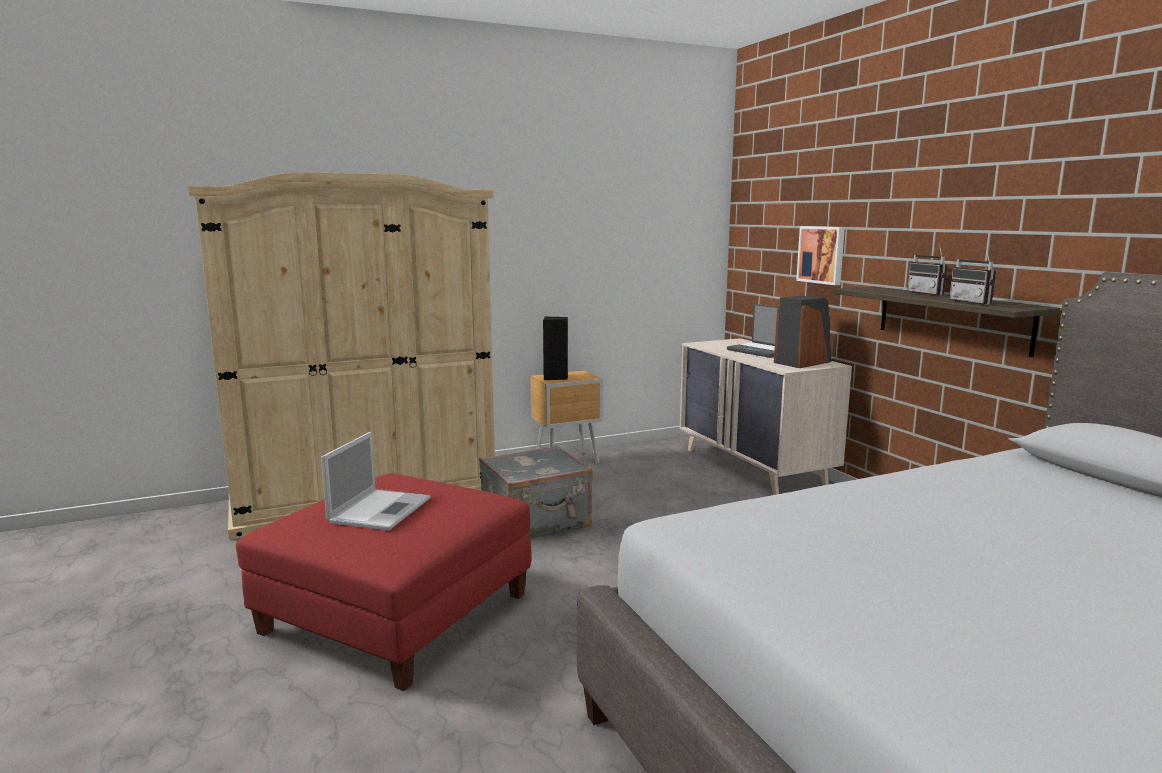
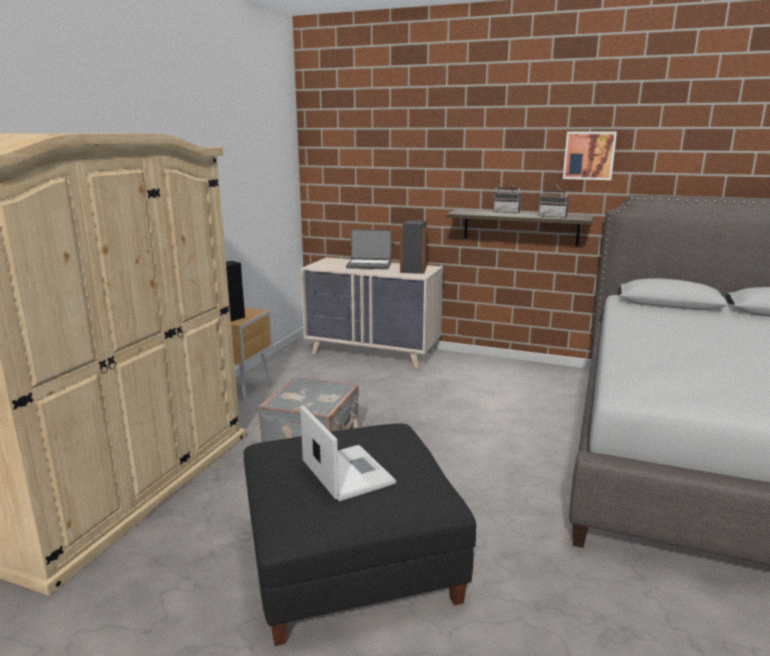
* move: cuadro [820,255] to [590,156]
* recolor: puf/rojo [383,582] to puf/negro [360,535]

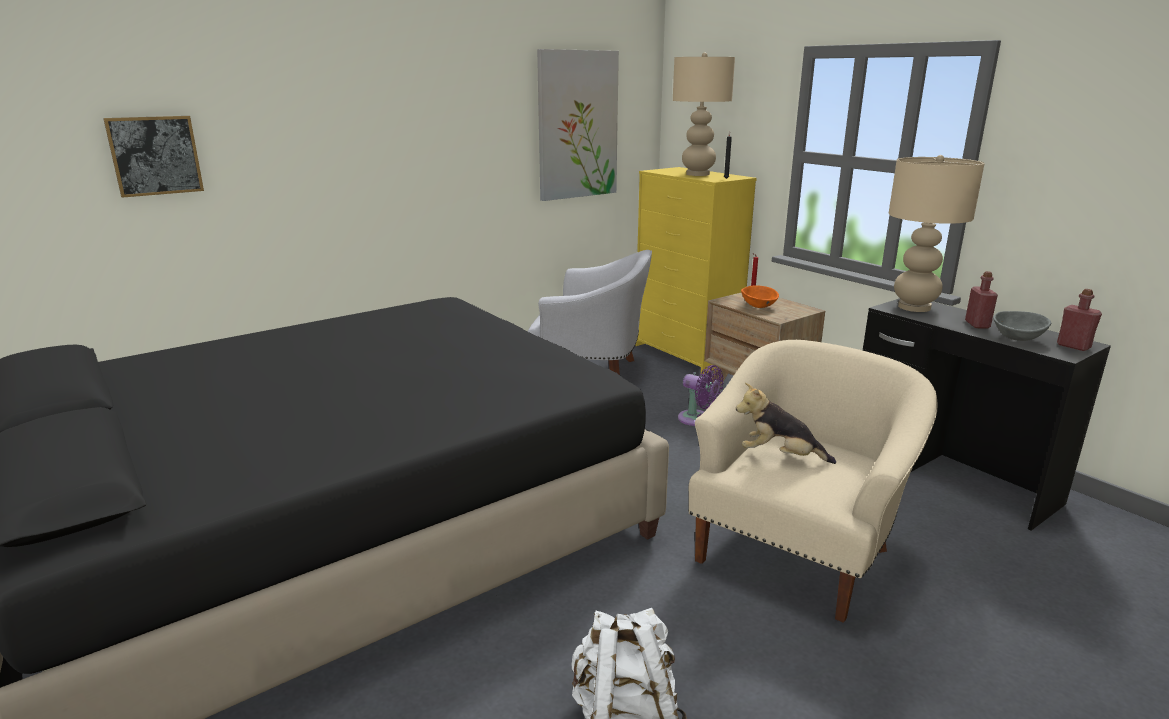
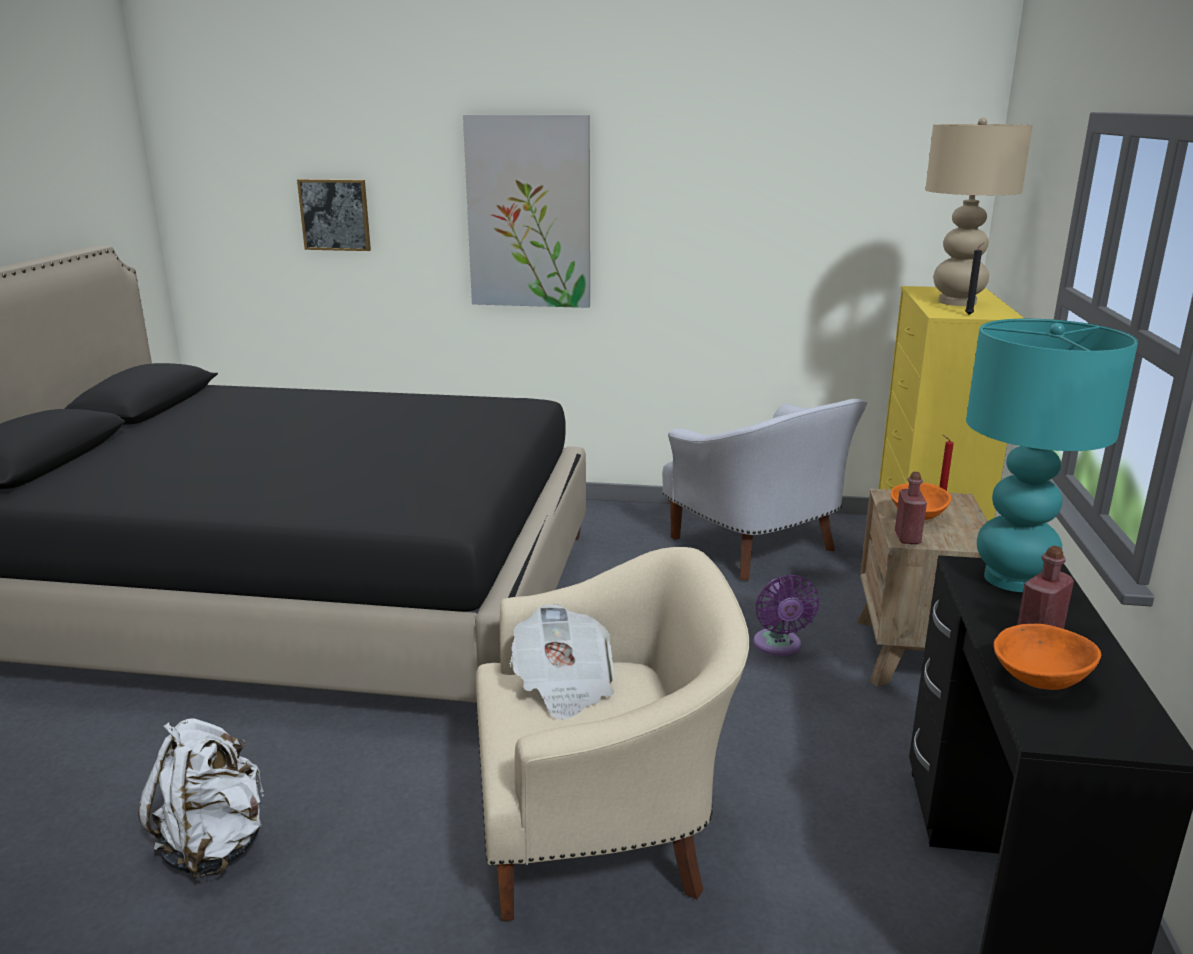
* move: cuadro [578,125] to [526,211]
* move: botella/rojo [1079,320] to [911,508]
* replace: peluche [786,423] to periódico [562,662]
* recolor: lámpara de mesa/beis [936,233] to lámpara de mesa/turquesa [1052,455]
* recolor: cuenco/gris [1022,326] to cuenco/naranja [1047,657]

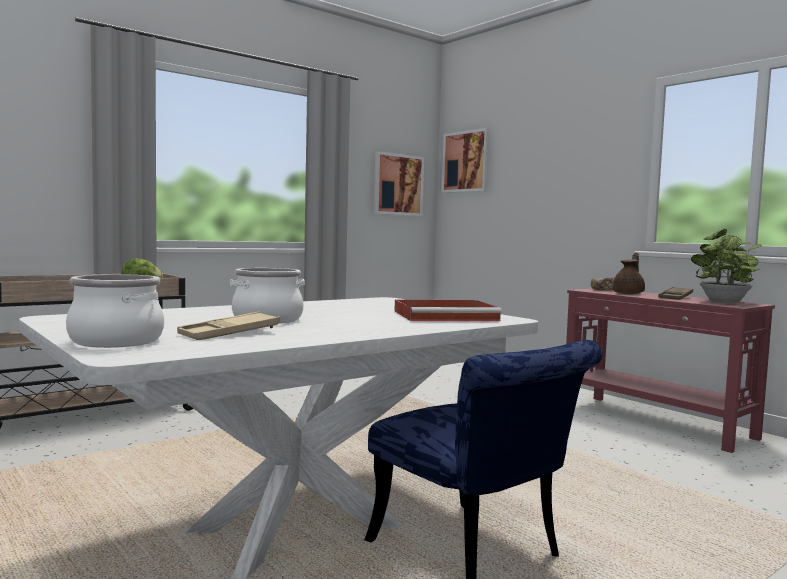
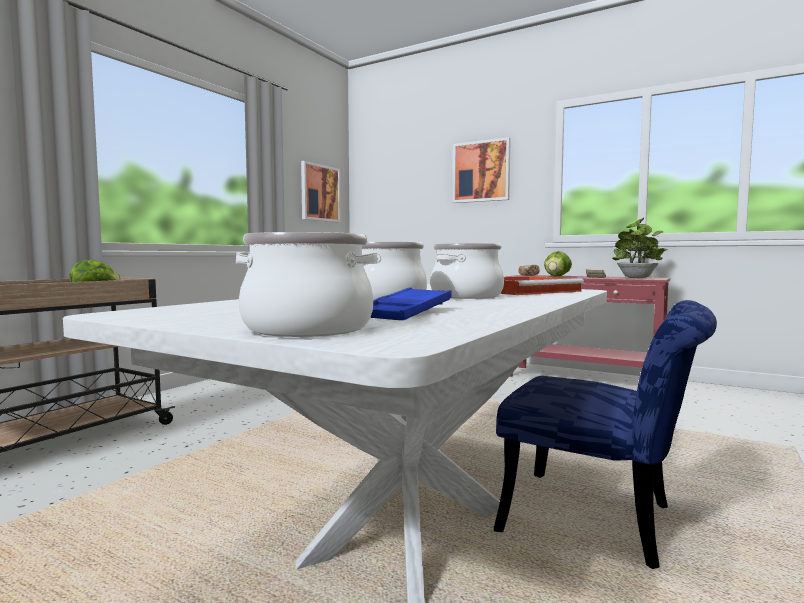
* insert: olla [467,271]
* move: cuadro [466,160] to [482,170]
* replace: tetera/marrón [629,273] to lechuga [558,264]
* recolor: bandeja/beis [228,326] to bandeja/azul [411,303]

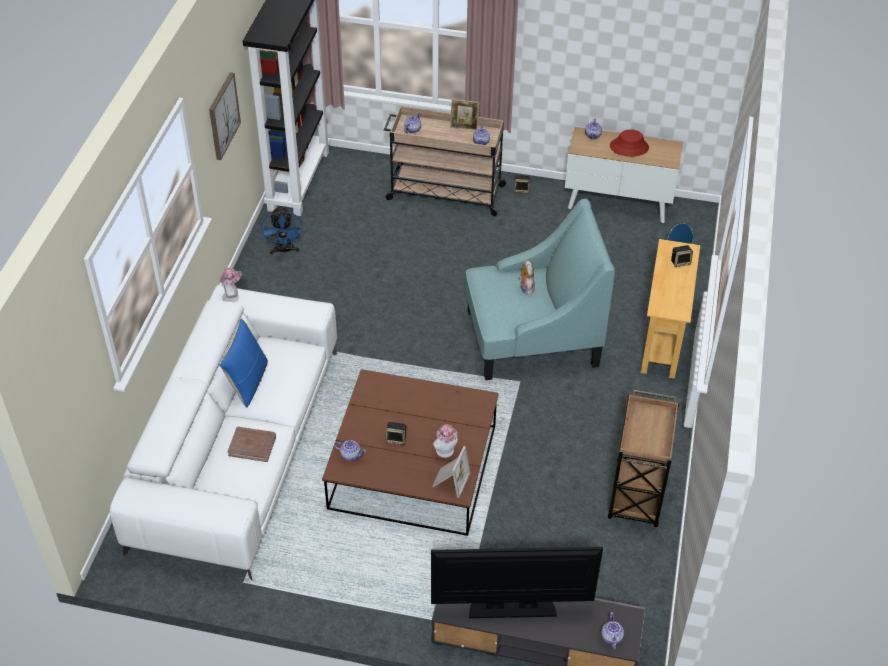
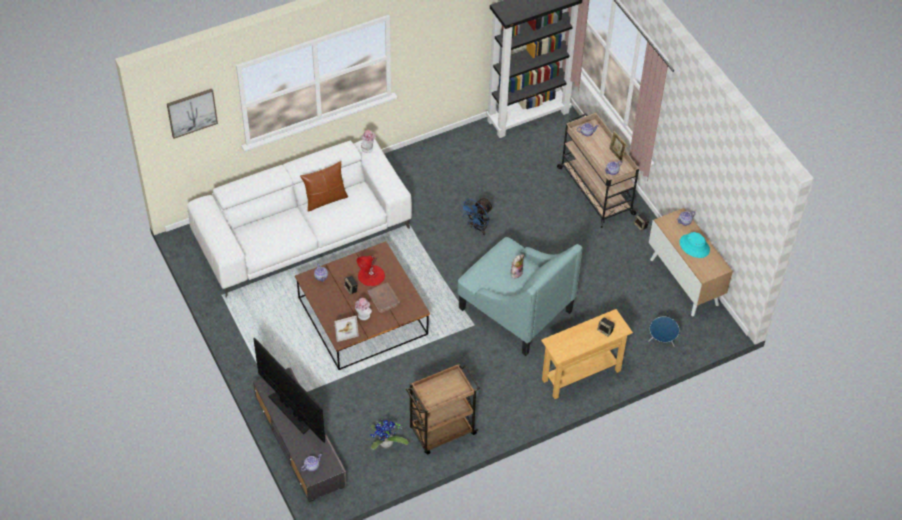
* insert: lámpara de mesa/rojo [370,271]
* insert: planta en maceta [389,434]
* move: cuadro [225,116] to [192,114]
* move: libro/marrón [251,444] to [384,297]
* move: ventilador/azul [282,230] to [477,216]
* recolor: cojín/azul [244,363] to cojín/marrón [324,186]
* recolor: sombrero/rojo [629,143] to sombrero/turquesa [695,245]

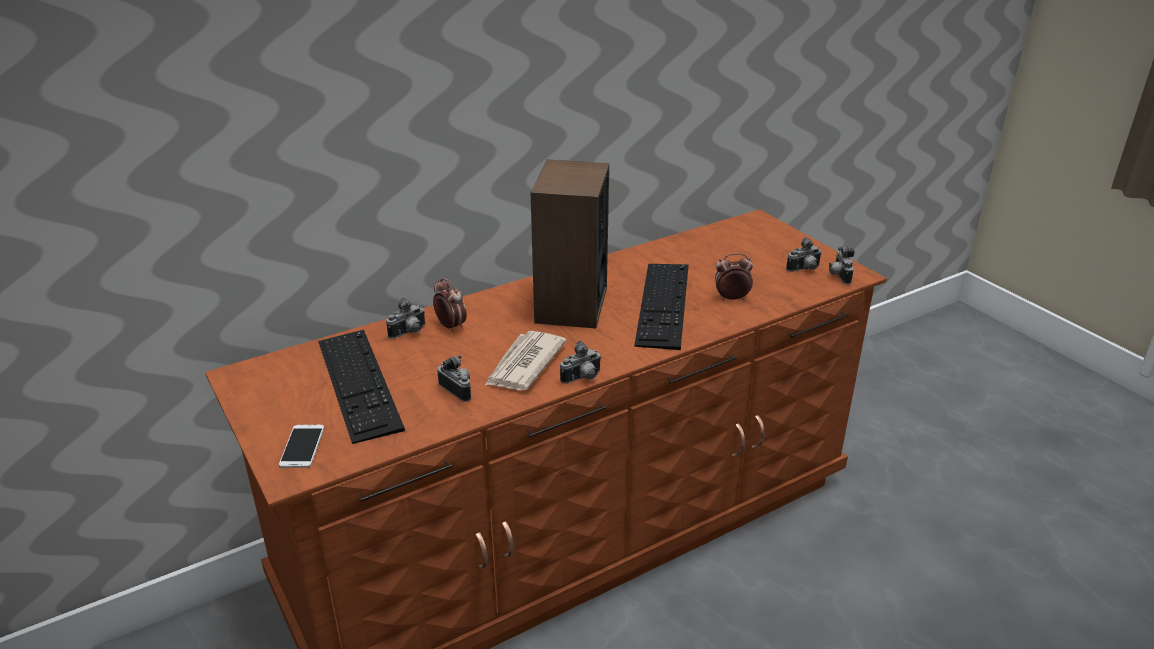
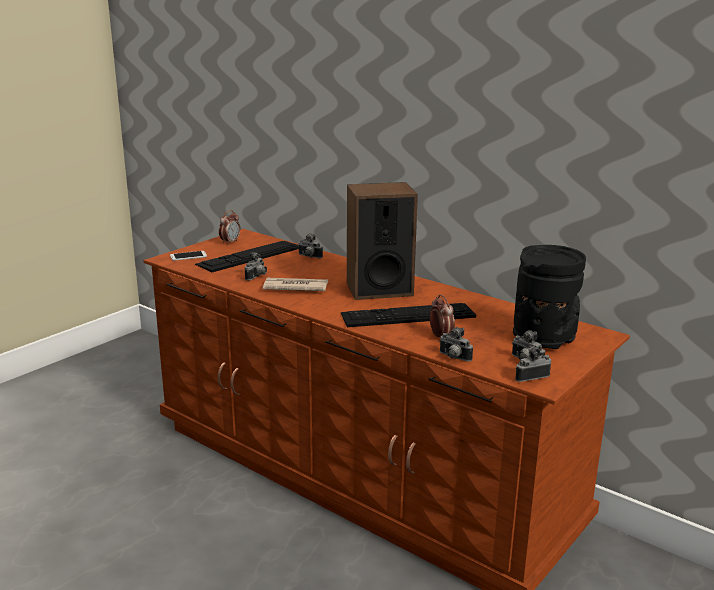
* insert: florero/negro [549,297]
* move: despertador [450,305] to [229,227]
* move: cámara [580,362] to [456,344]

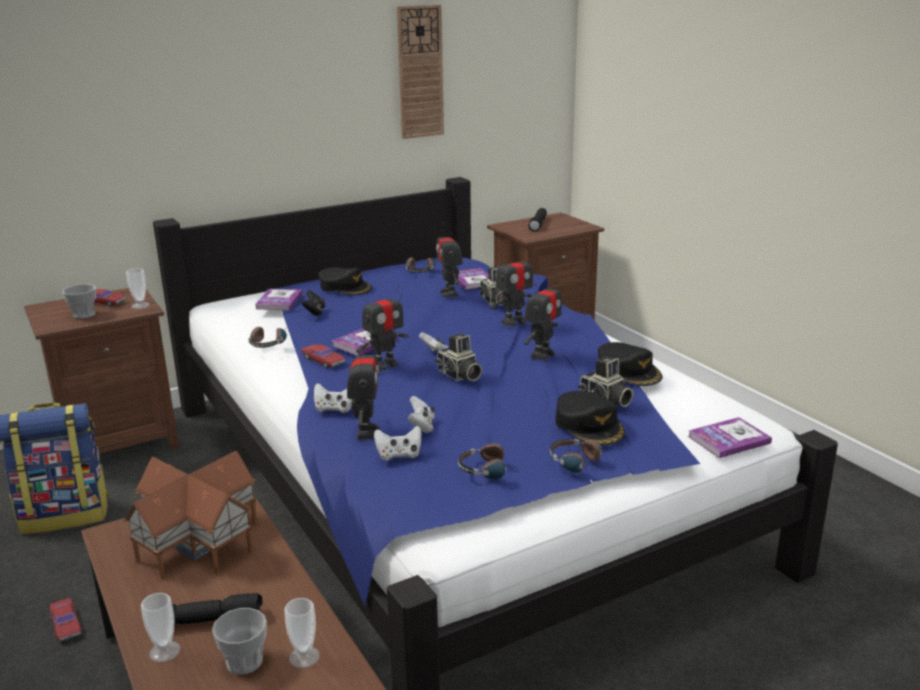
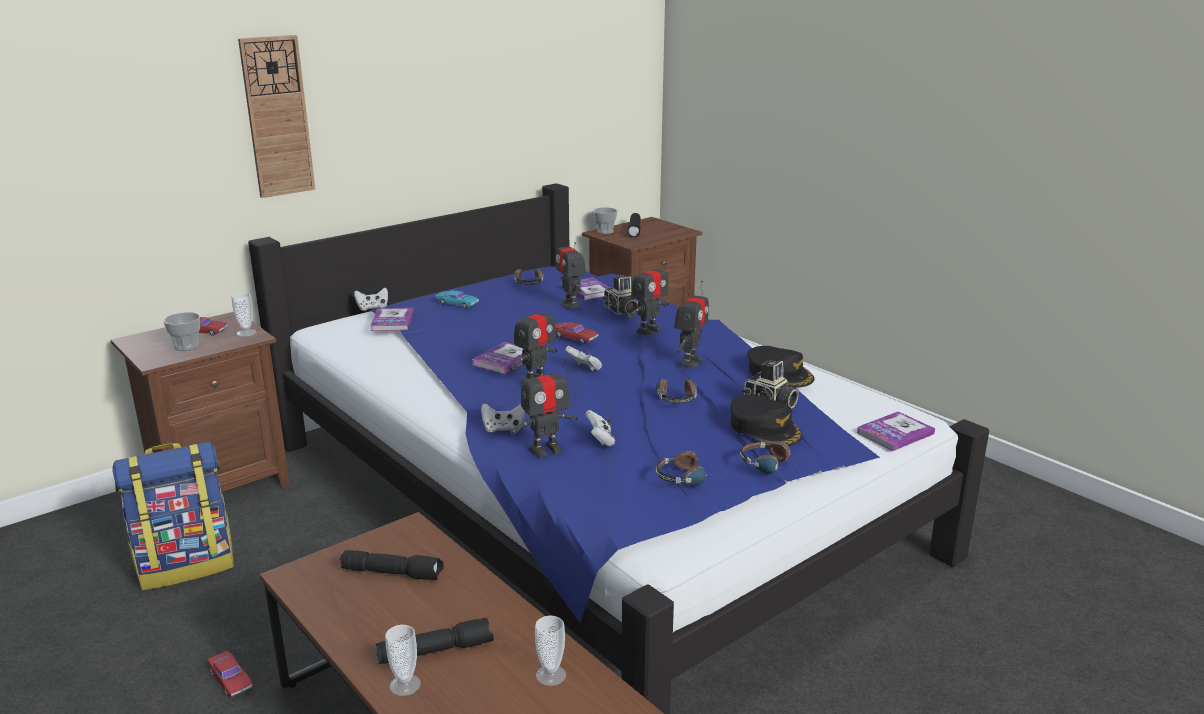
* delete: mando de consola/negro [313,303]
* delete: cámara [458,357]
* move: taza [239,641] to [605,220]
* move: auriculares [267,337] to [676,391]
* move: coche de juguete/rojo [323,356] to [576,332]
* move: mando de consola/blanco [397,443] to [371,299]
* move: reloj de pared [420,71] to [276,116]
* replace: casita [190,515] to linterna/negro [392,565]
* replace: gorra/negro [345,281] to coche de juguete/turquesa [457,299]
* rotate: robot de juguete [363,388] = [544,407] 75 degrees clockwise

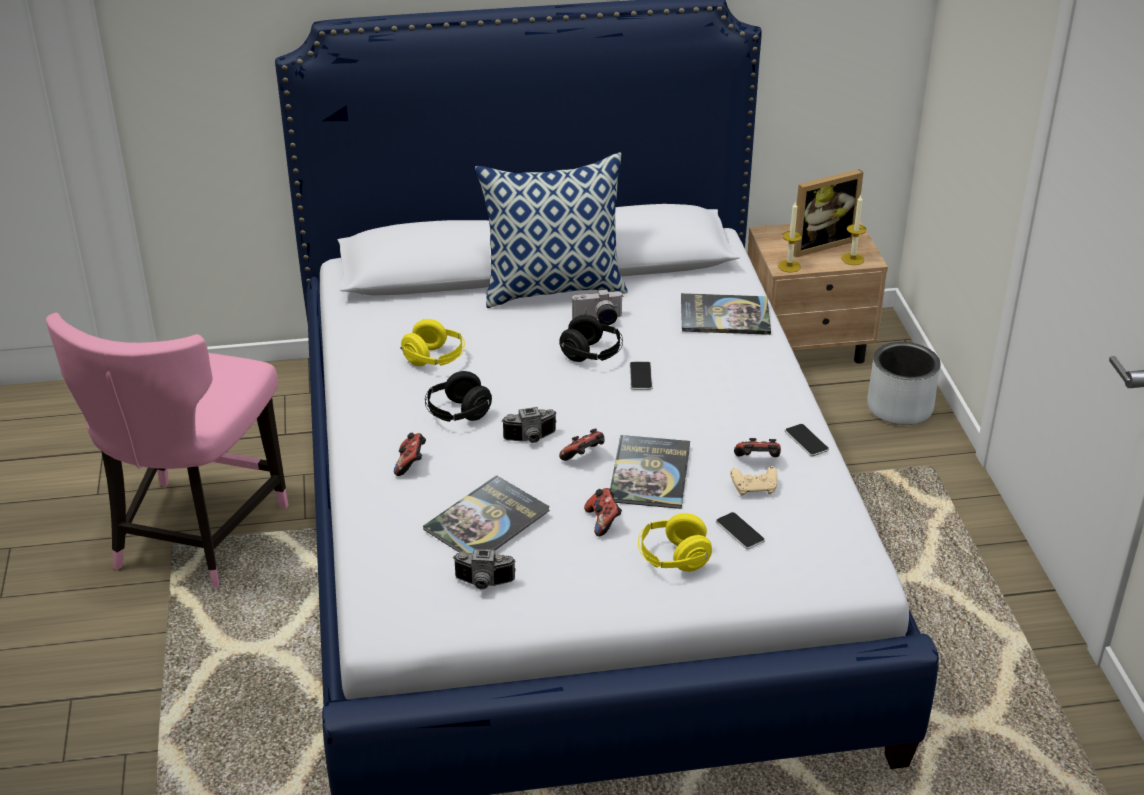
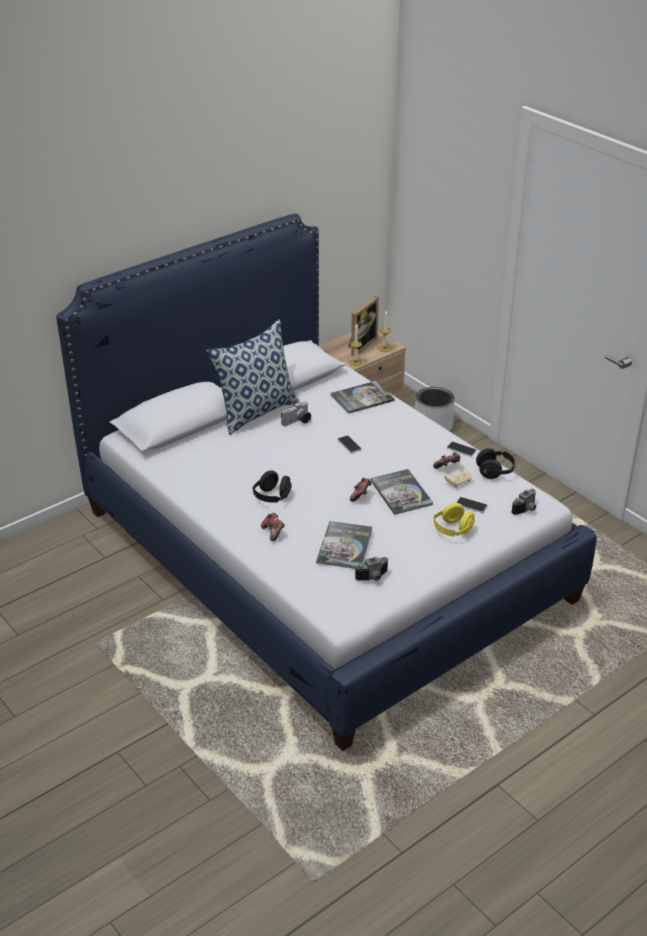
* delete: silla/rosa [167,450]
* delete: auriculares/amarillo [432,342]
* delete: mando de consola [603,512]
* move: cámara [529,425] to [523,502]
* move: auriculares/negro [591,338] to [496,463]

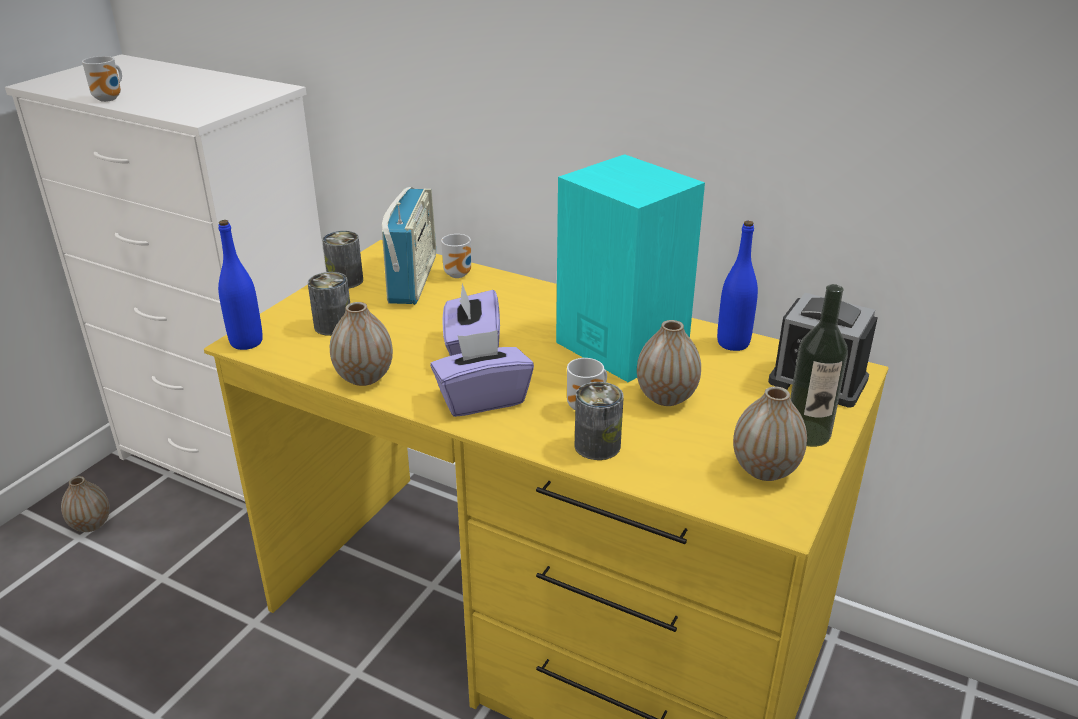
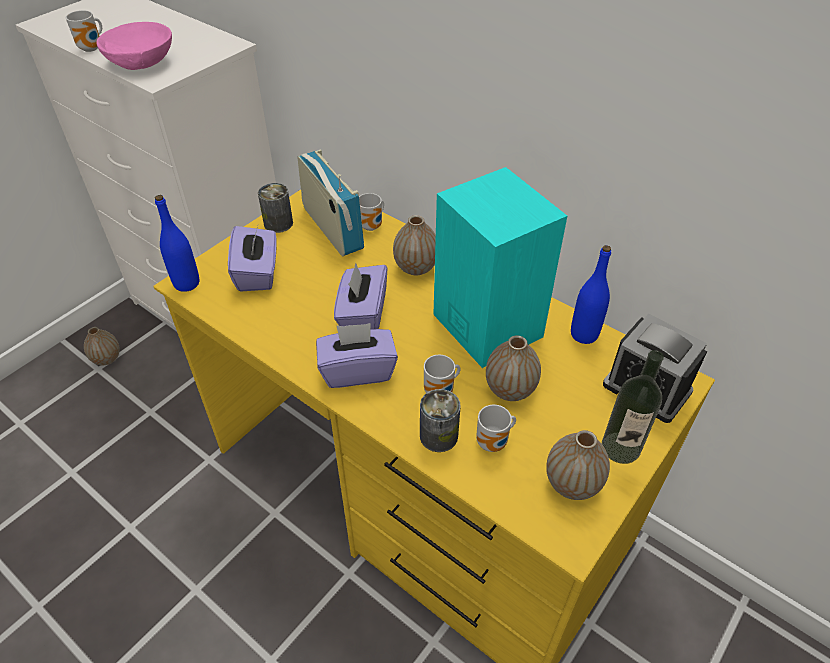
* insert: cuenco/rosa [134,46]
* insert: taza grande [496,428]
* move: florero [361,344] to [414,245]
* replace: lata [329,304] to caja de pañuelos/morado [252,257]
* rotate: radio [409,246] = [330,203] 45 degrees counterclockwise

